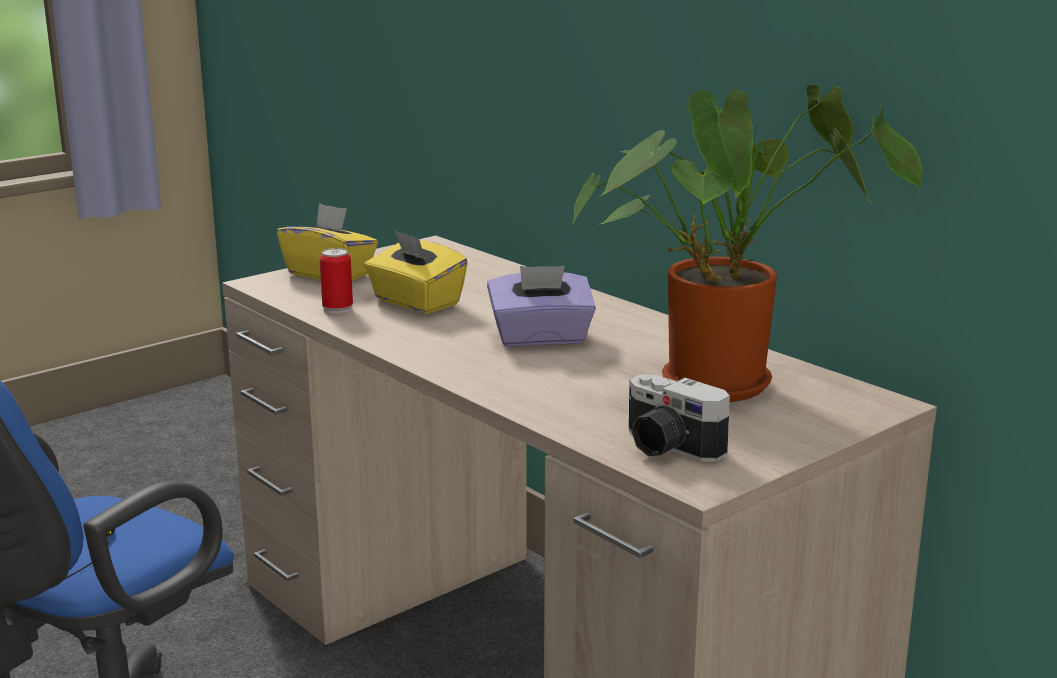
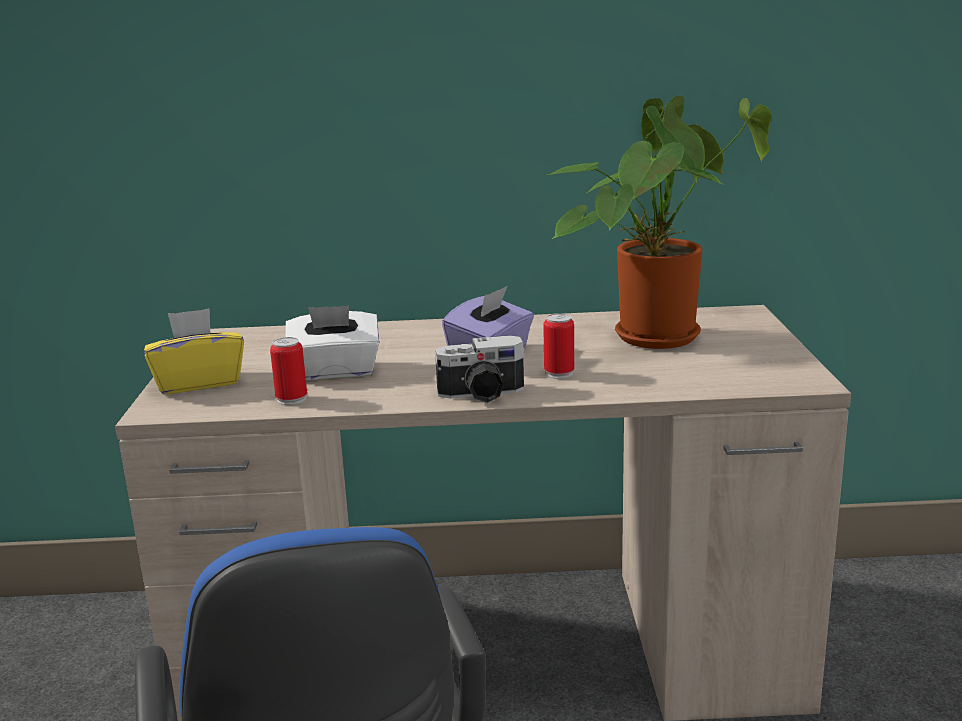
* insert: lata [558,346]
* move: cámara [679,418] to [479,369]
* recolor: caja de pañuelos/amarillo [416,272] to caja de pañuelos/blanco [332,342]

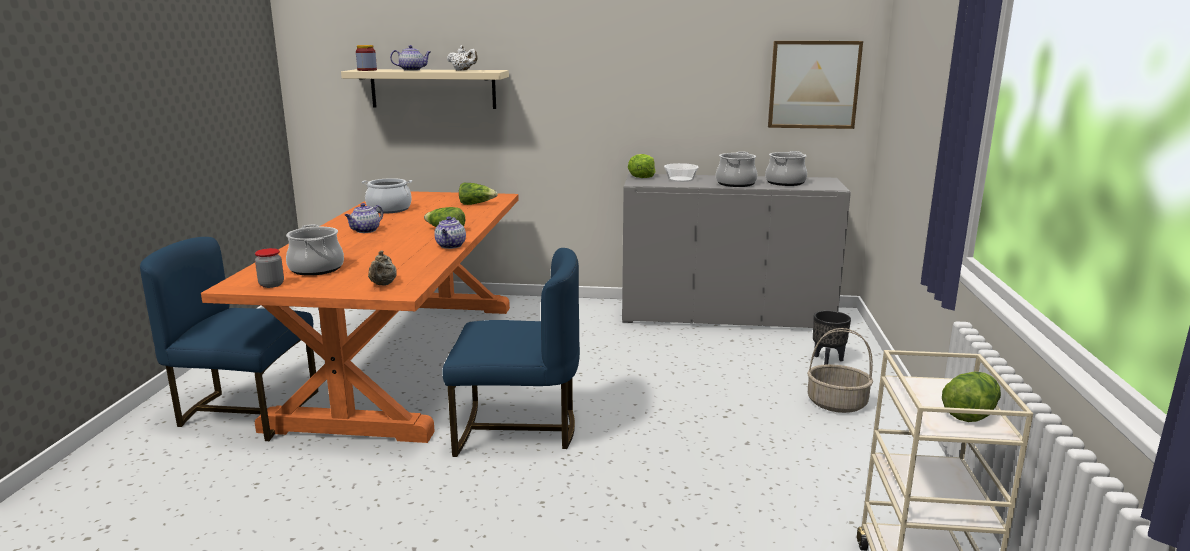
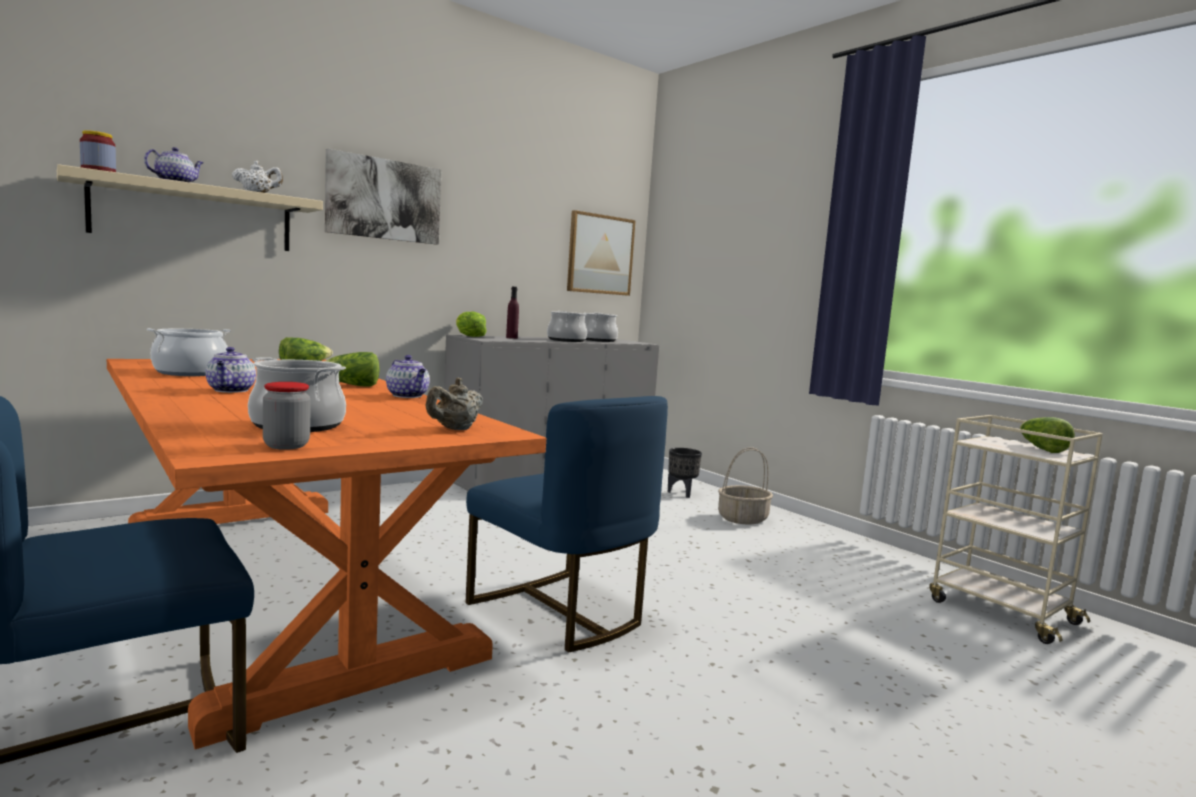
* insert: cuadro [383,197]
* replace: cuenco [681,172] to botella/morado [512,313]
* rotate: tetera/beis [382,268] = [454,403] 75 degrees clockwise
* rotate: silla/azul [511,352] = [567,524] 90 degrees clockwise

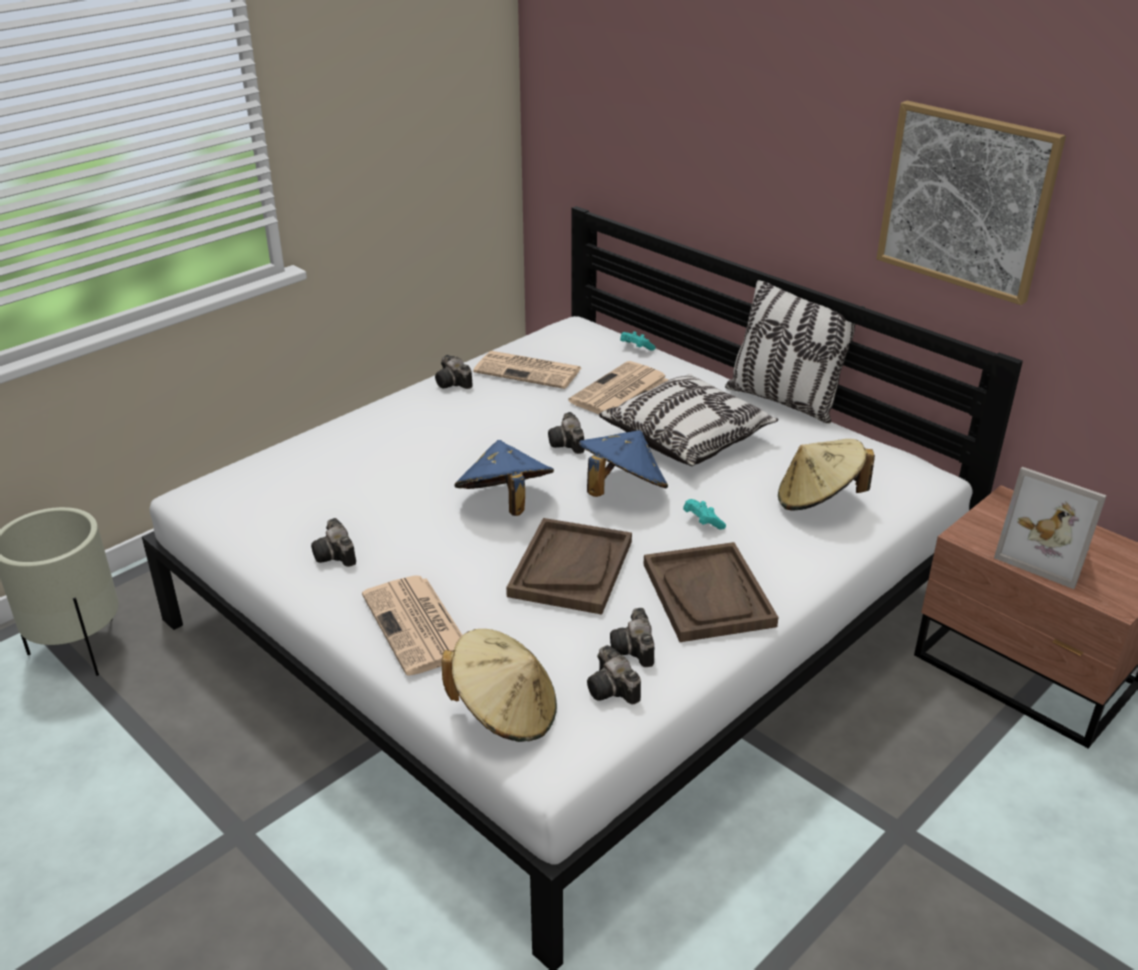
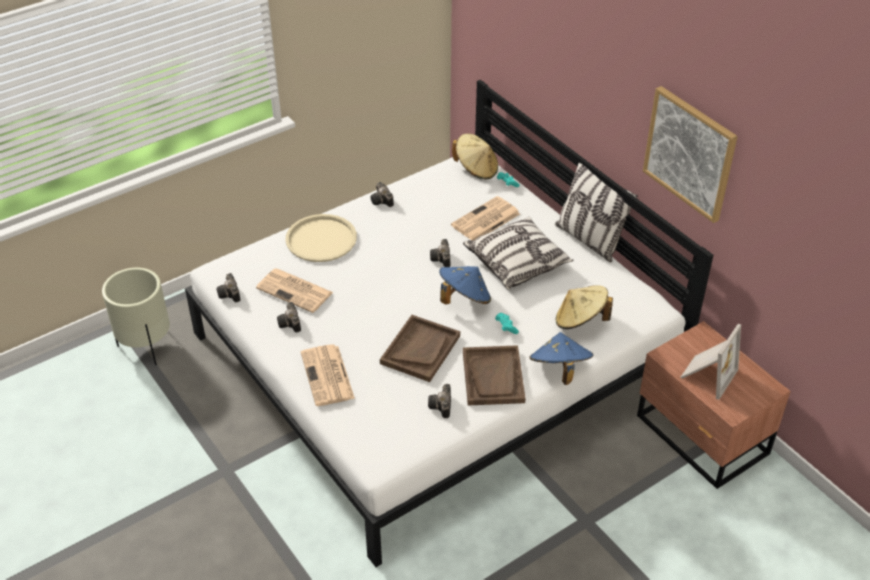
* insert: bandeja/beis [321,238]
* move: sombrero/beis [499,685] to [475,156]
* move: sombrero/azul [504,478] to [561,358]
* move: periódico [527,370] to [294,290]
* move: cámara [614,675] to [228,287]
* rotate: portarretratos [1050,528] = [710,362] 105 degrees counterclockwise

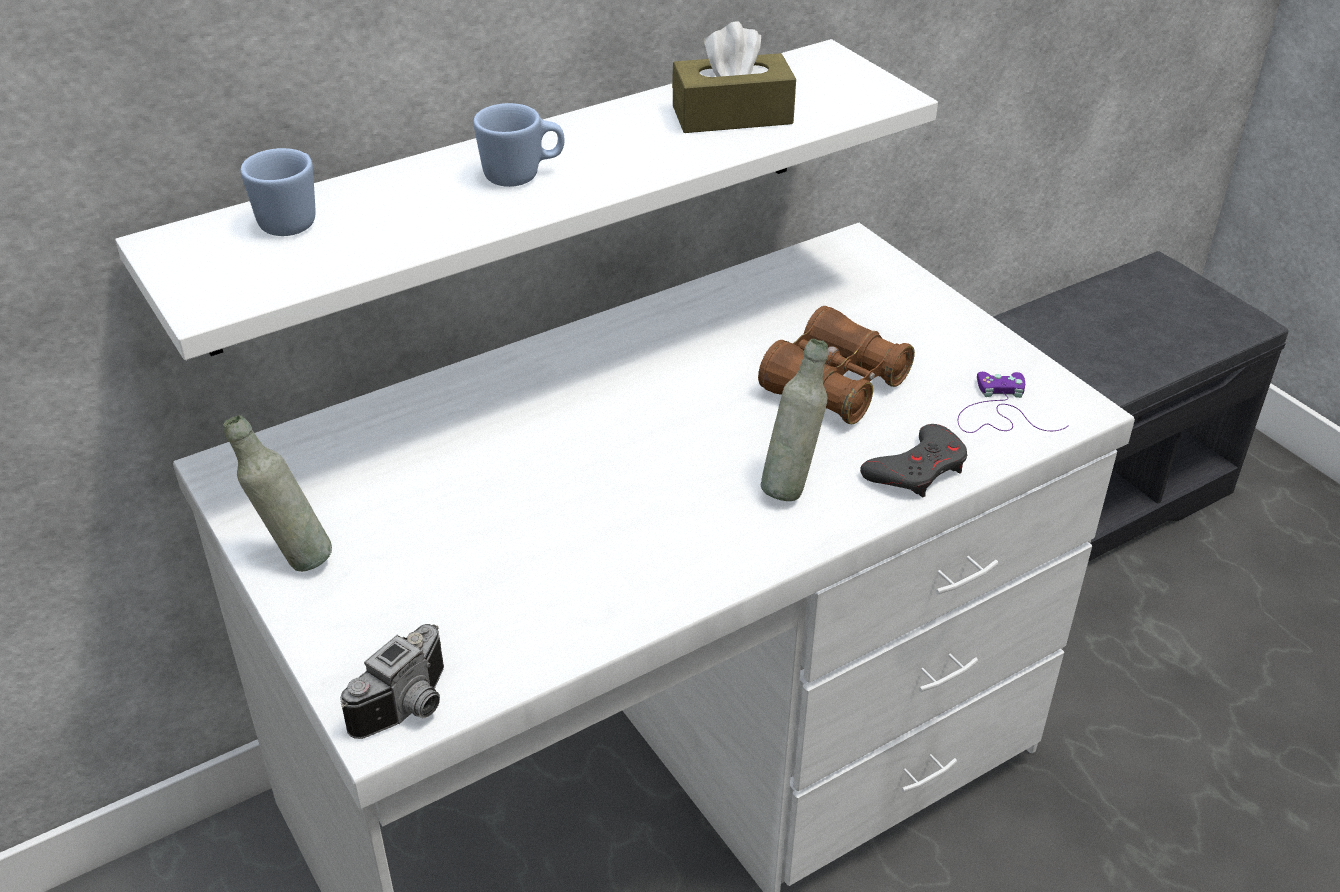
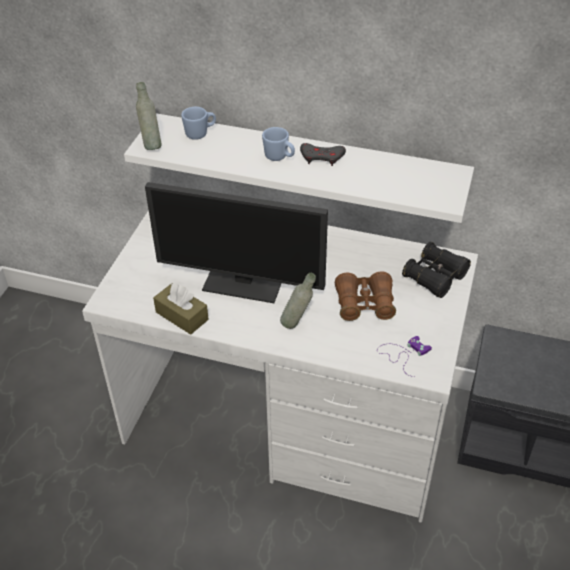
* delete: cámara [392,681]
* insert: monitor [236,242]
* insert: prismáticos/negro [436,270]
* move: botella/gris [277,493] to [148,116]
* move: caja de pañuelos/marrón [734,77] to [181,309]
* move: mando de consola/gris [914,460] to [323,154]

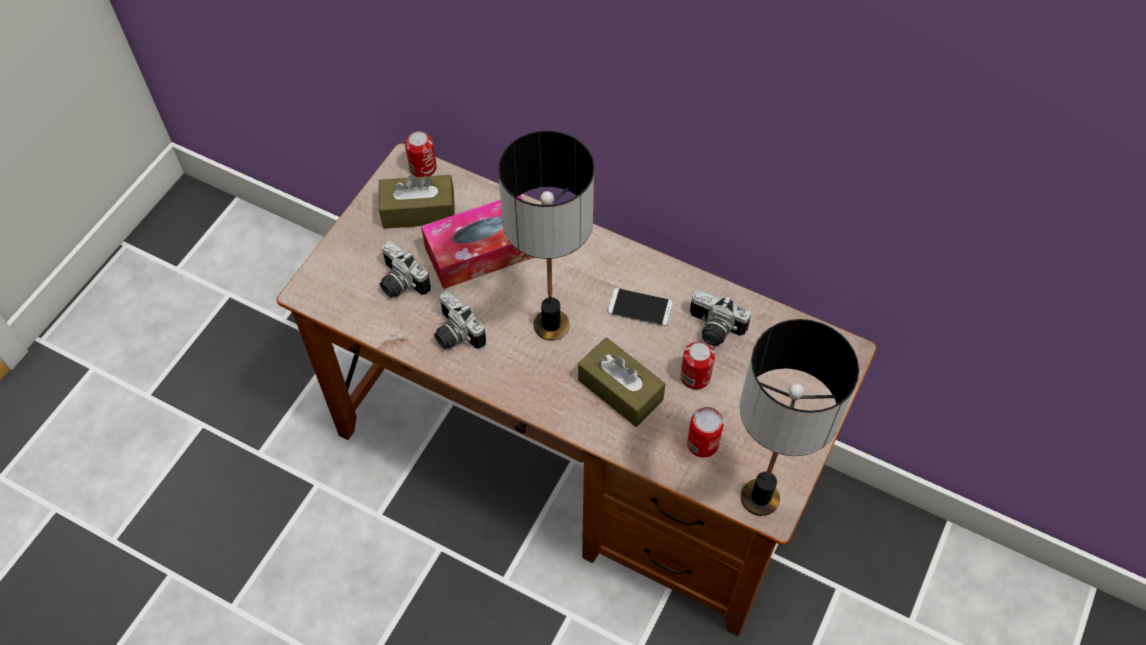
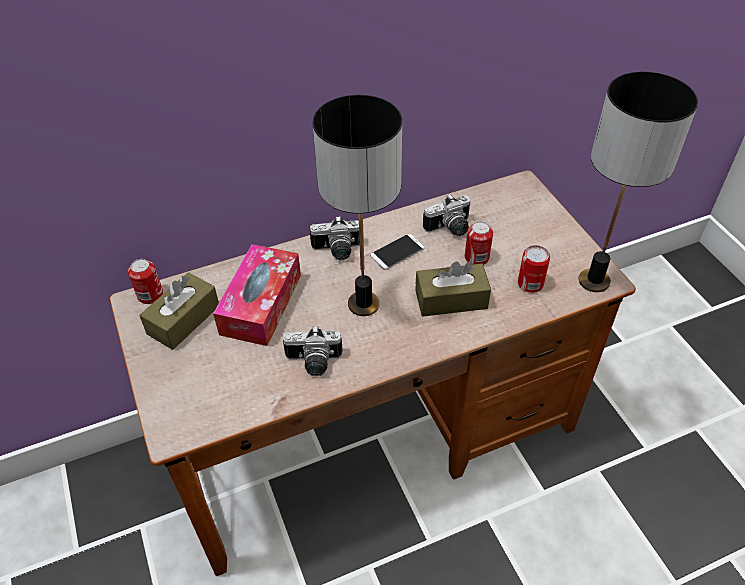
* move: cámara [405,269] to [335,238]

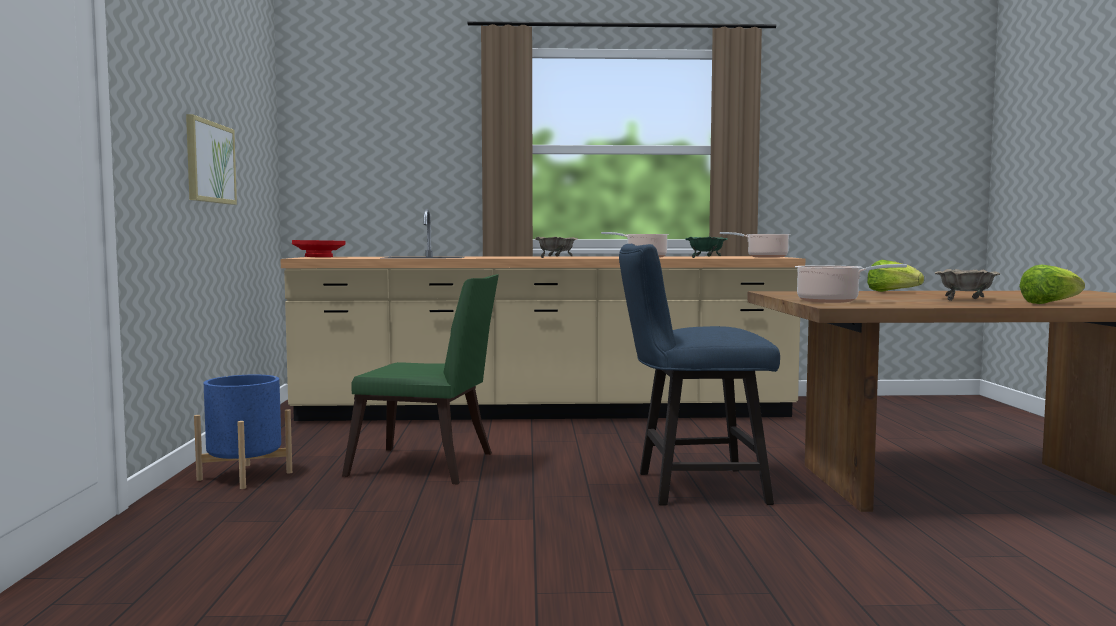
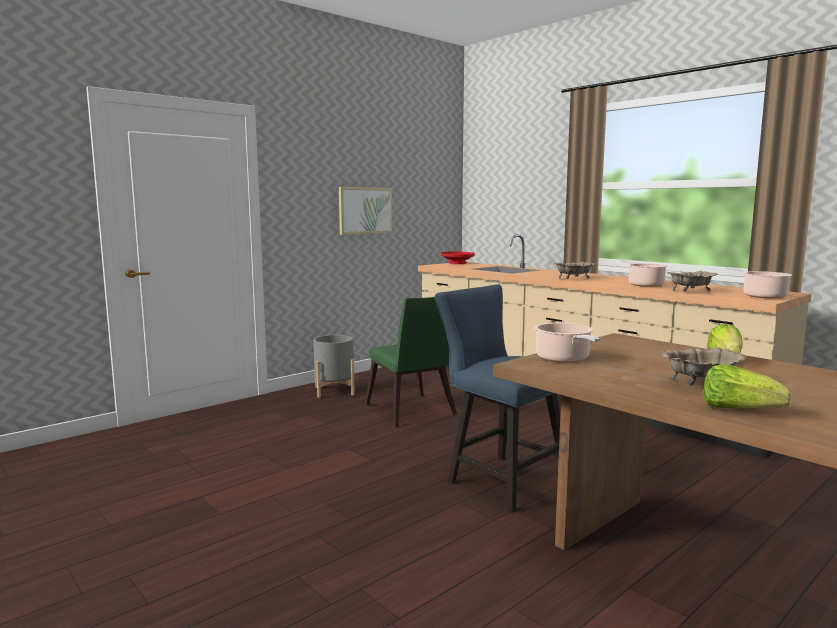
* recolor: maceta/azul [243,432] to maceta/gris [334,366]
* recolor: cuenco/verde [706,247] to cuenco/beis [692,281]

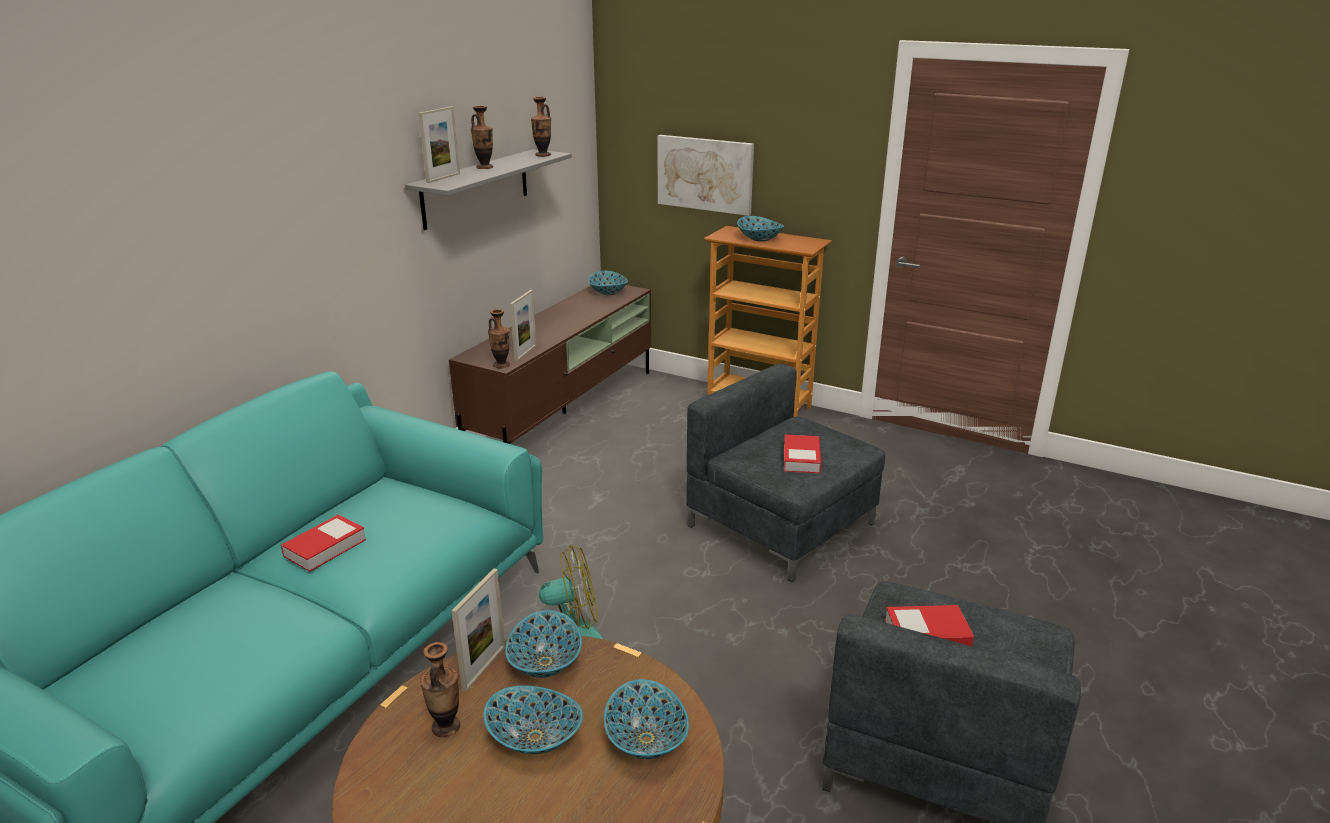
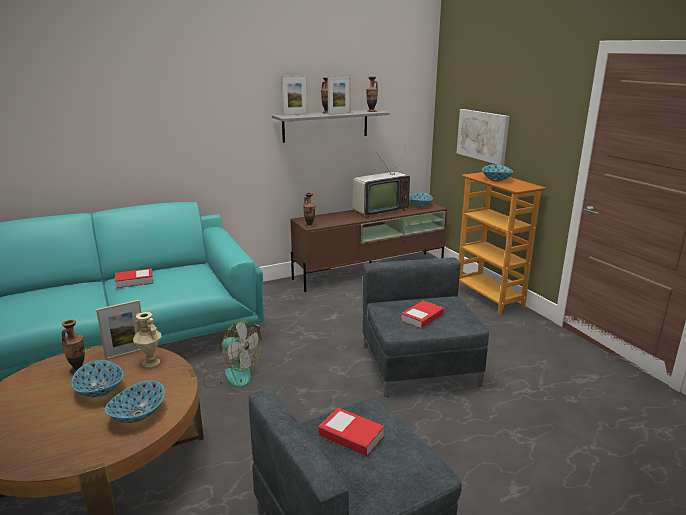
* insert: televisor [381,182]
* move: portarretratos [523,326] to [339,95]
* replace: cuenco [543,644] to florero/beis [147,339]

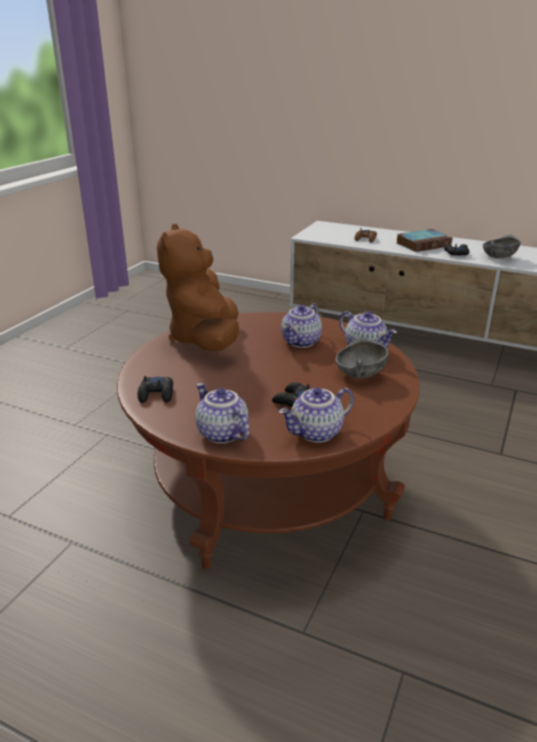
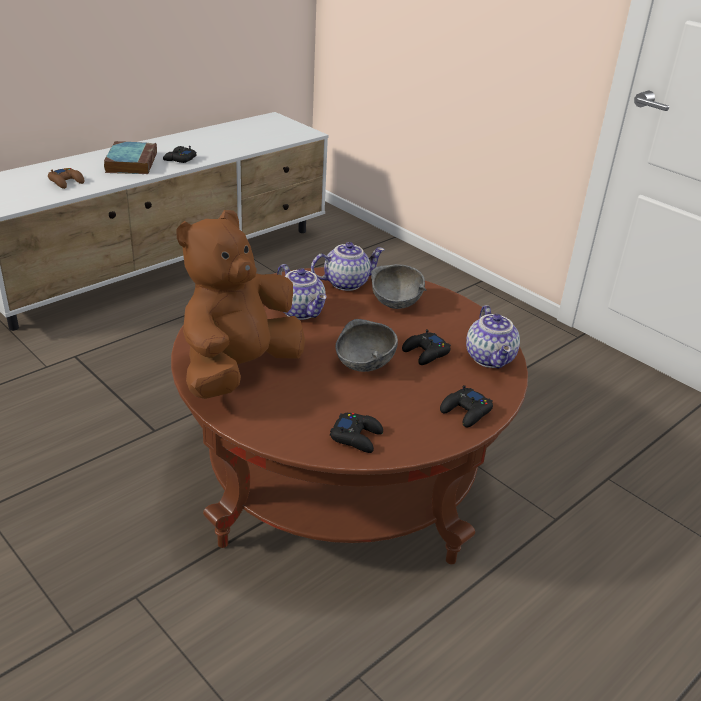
* move: cuenco/gris [502,247] to [366,345]
* replace: tetera [222,413] to mando de consola/negro [466,406]
* rotate: peluche/marrón [198,287] = [241,304] 105 degrees clockwise

